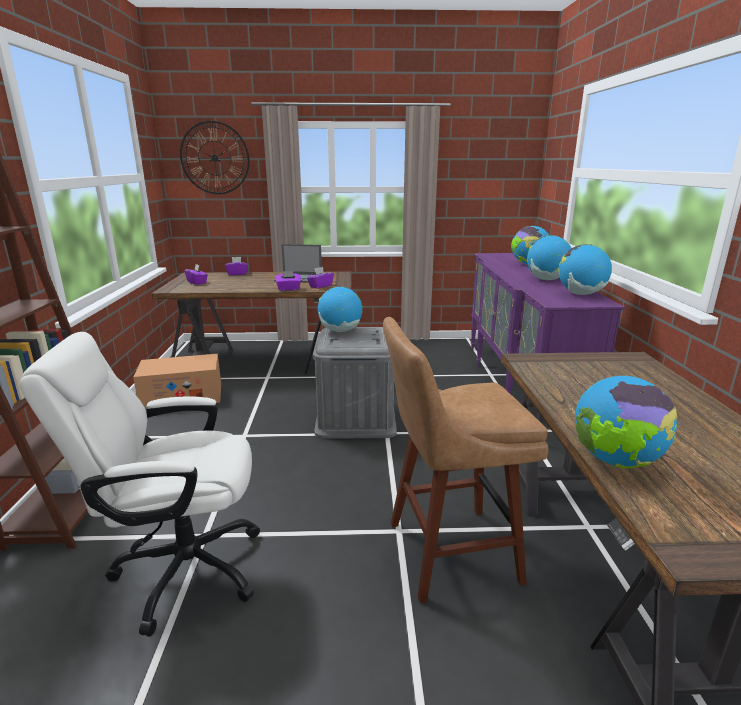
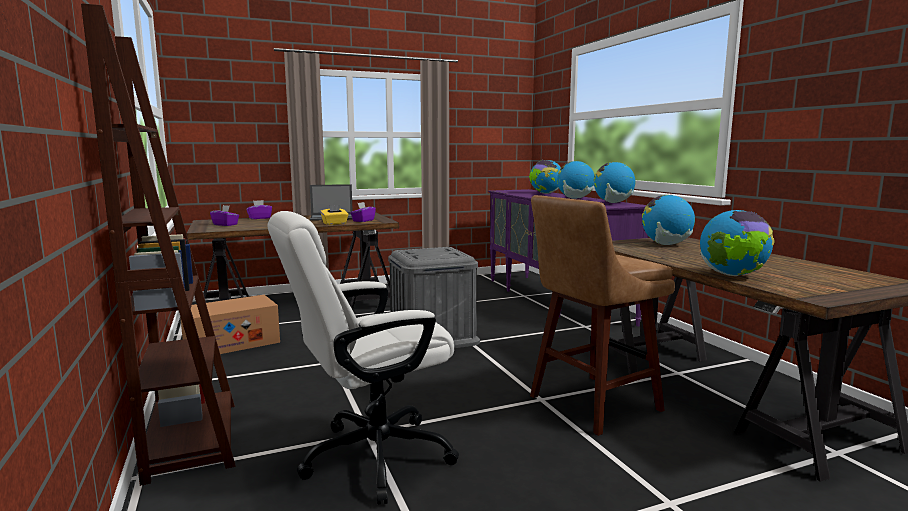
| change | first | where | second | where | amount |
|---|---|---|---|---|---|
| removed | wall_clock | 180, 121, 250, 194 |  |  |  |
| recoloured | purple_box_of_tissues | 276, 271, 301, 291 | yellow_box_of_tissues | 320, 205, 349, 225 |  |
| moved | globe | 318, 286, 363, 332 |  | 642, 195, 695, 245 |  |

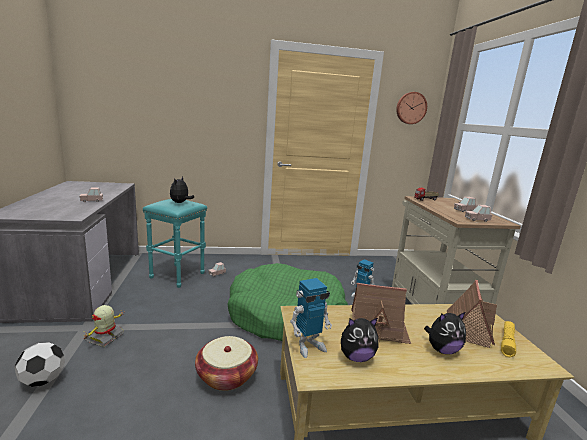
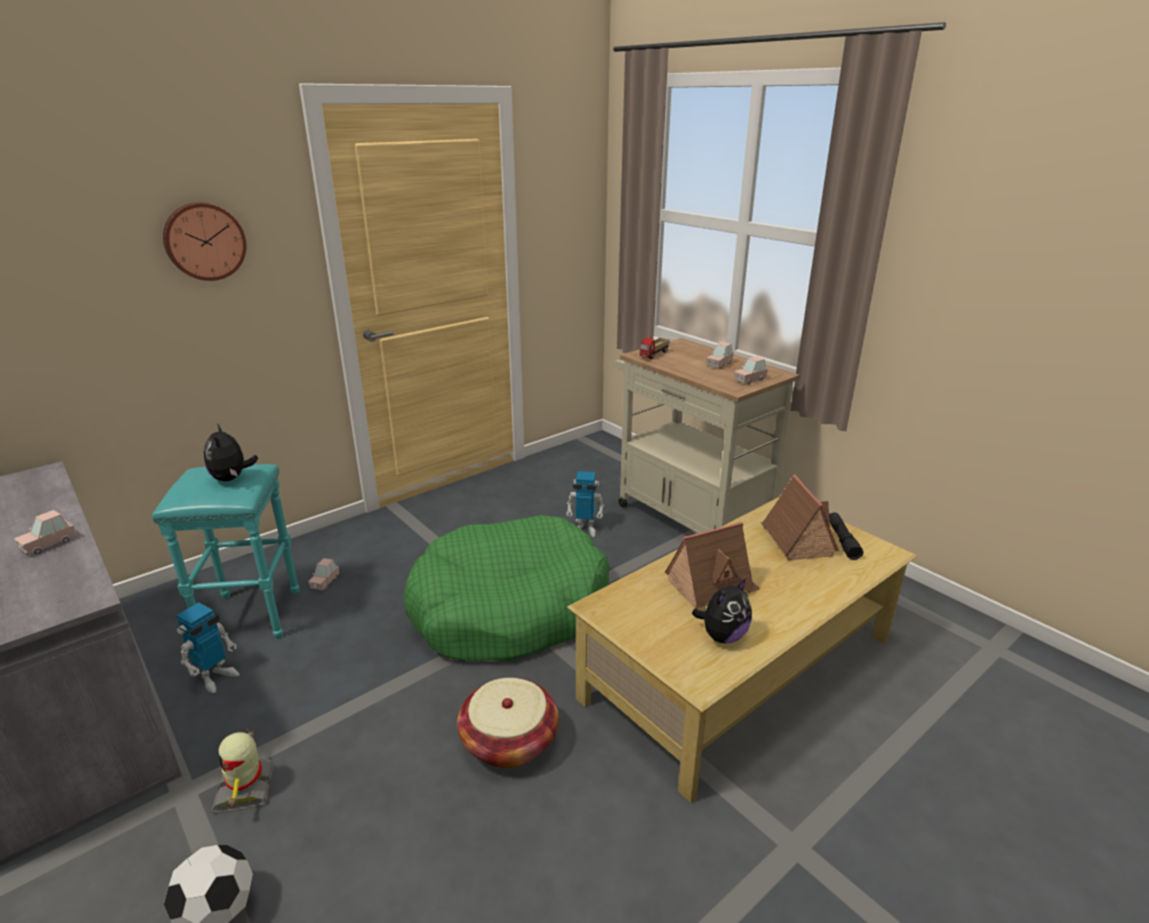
| change | first | where | second | where | amount |
|---|---|---|---|---|---|
| moved | toy_robot | 290, 278, 332, 358 |  | 176, 602, 240, 693 |  |
| moved | wall_clock | 396, 92, 427, 124 |  | 163, 202, 246, 281 |  |
| removed | soft_toy | 424, 312, 466, 354 |  |  |  |
| recoloured | yellow_hand_torch | 501, 321, 516, 357 | blackish_hand_torch | 829, 512, 863, 560 |  |

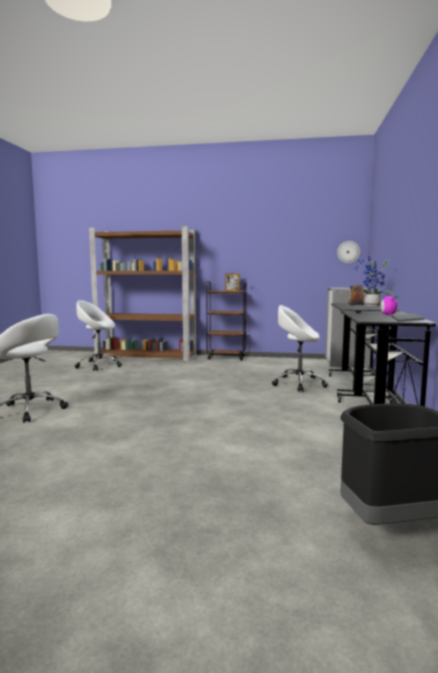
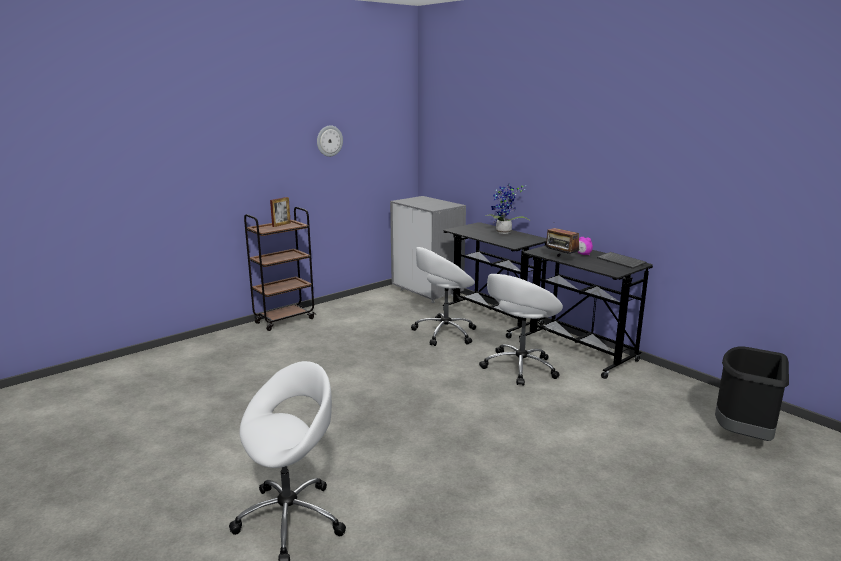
| change | first | where | second | where | amount |
|---|---|---|---|---|---|
| moved | white_office_chair | 75, 300, 122, 371 |  | 479, 274, 563, 386 |  |
| removed | brownish_shelving_unit | 89, 226, 196, 361 |  |  |  |
| moved | wall_clock | 337, 241, 360, 264 |  | 317, 125, 343, 157 |  |

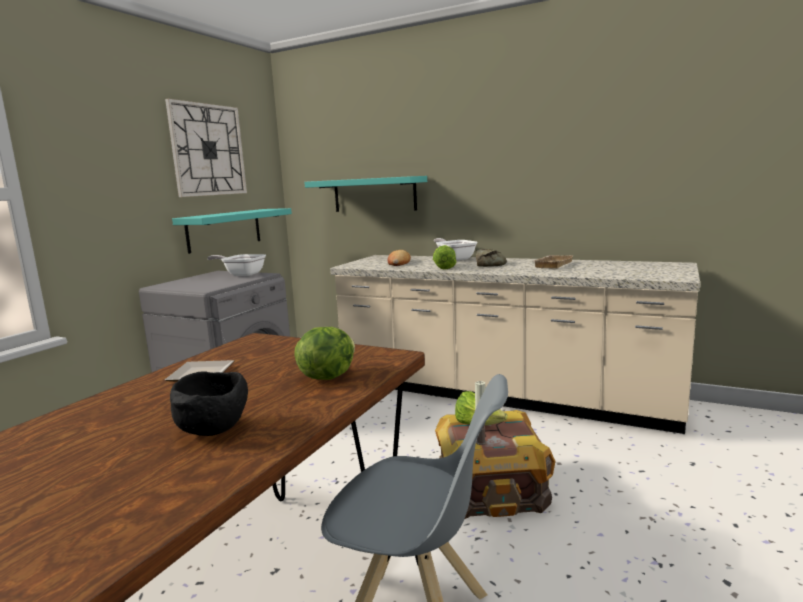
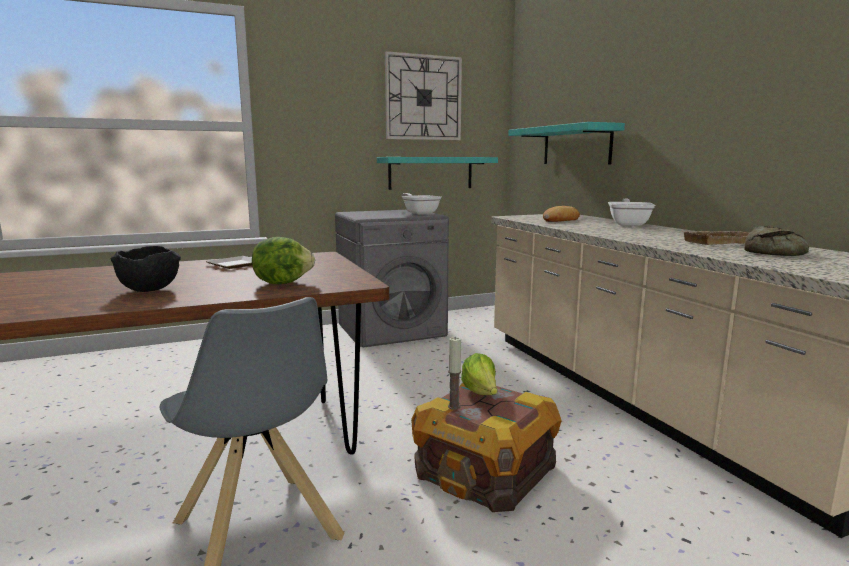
| change | first | where | second | where | amount |
|---|---|---|---|---|---|
| removed | lettuce | 433, 245, 456, 270 |  |  |  |
| moved | bread | 476, 249, 507, 267 |  | 745, 226, 809, 256 |  |

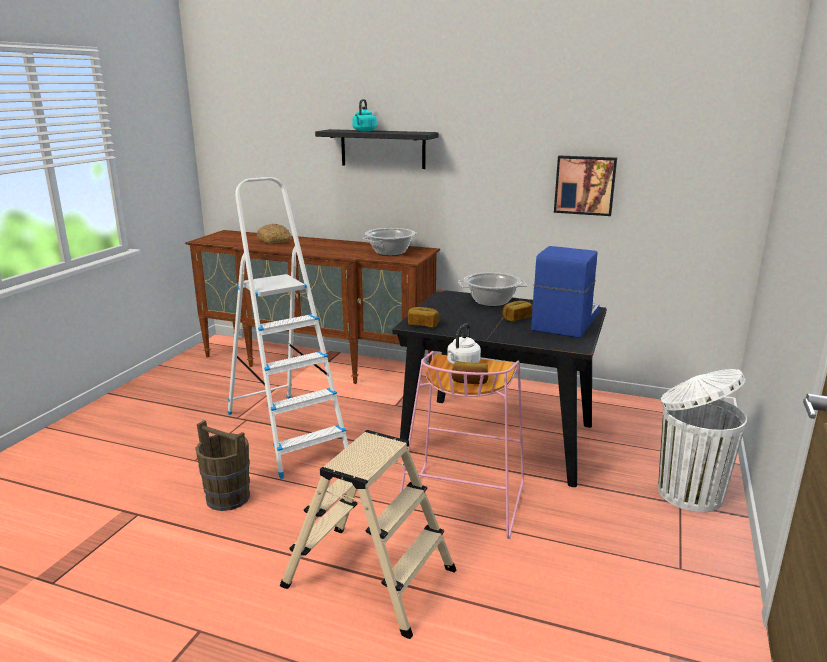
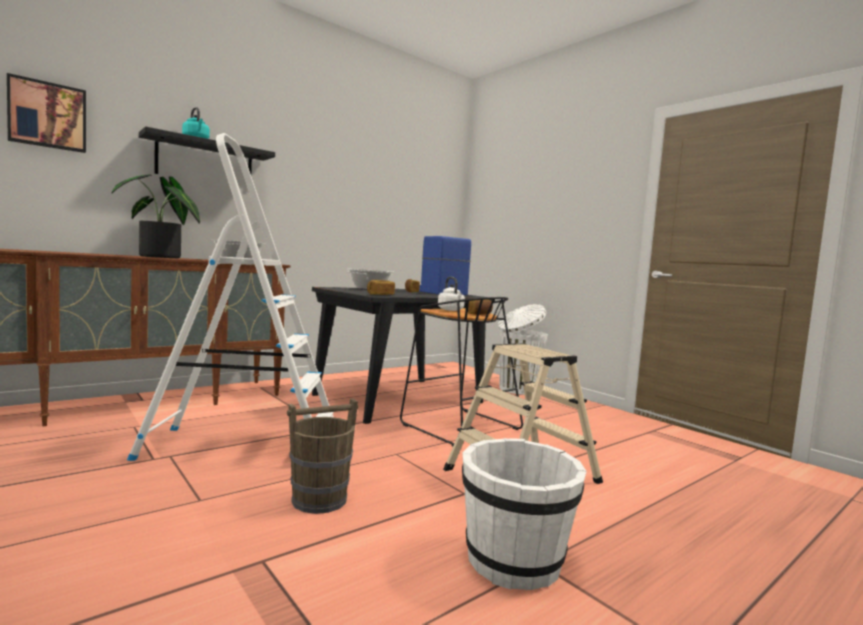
| change | first | where | second | where | amount |
|---|---|---|---|---|---|
| removed | bread | 257, 224, 292, 244 |  |  |  |
| recoloured | pink_stool | 400, 351, 524, 539 | blackish_stool | 400, 297, 523, 447 |  |
| moved | wall_art | 554, 155, 617, 216 |  | 7, 73, 86, 153 |  |
| added |  |  | plant_in_a_pot | 111, 174, 200, 258 |  |
| added |  |  | white_bucket | 462, 438, 587, 590 |  |

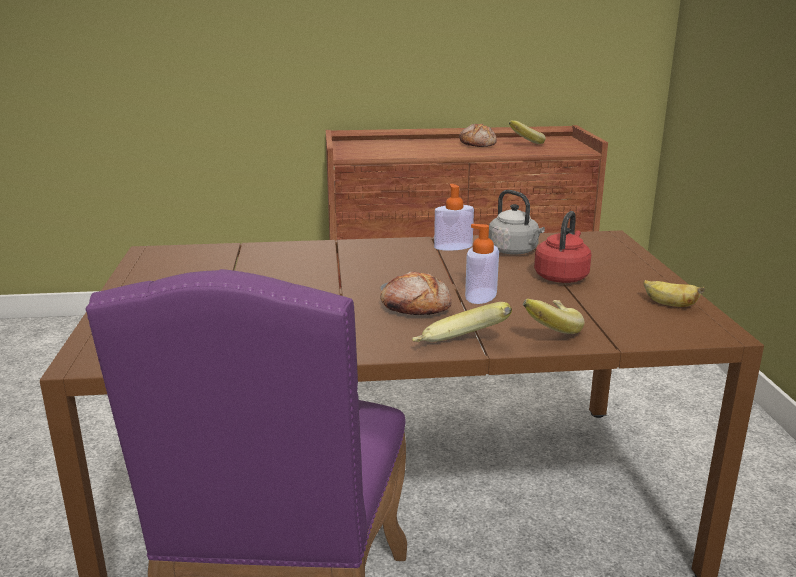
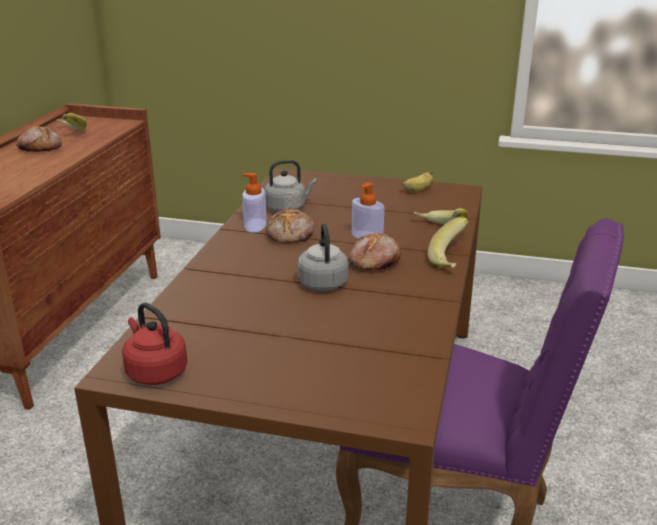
| change | first | where | second | where | amount |
|---|---|---|---|---|---|
| moved | reddish_tea_kettle | 534, 211, 592, 283 |  | 122, 303, 187, 385 |  |
| added |  |  | bread | 266, 208, 315, 243 |  |
| added |  |  | greyish_tea_kettle | 298, 223, 348, 291 |  |

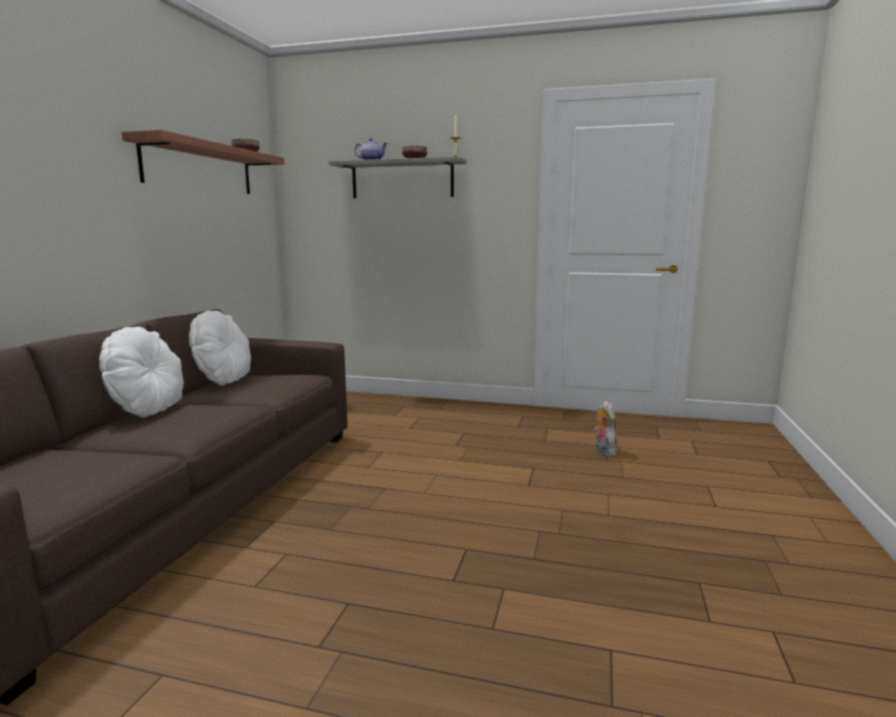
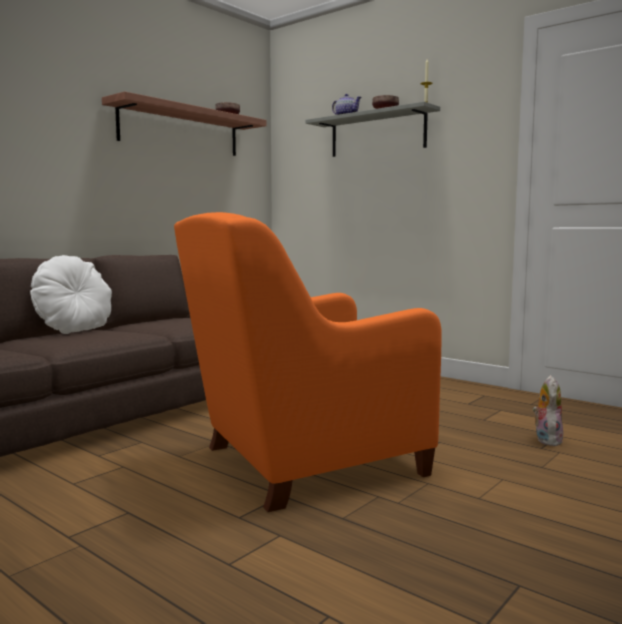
| change | first | where | second | where | amount |
|---|---|---|---|---|---|
| removed | white_throw_pillow | 189, 311, 251, 386 |  |  |  |
| added |  |  | orange-coloured_easy_chair | 174, 212, 442, 512 |  |

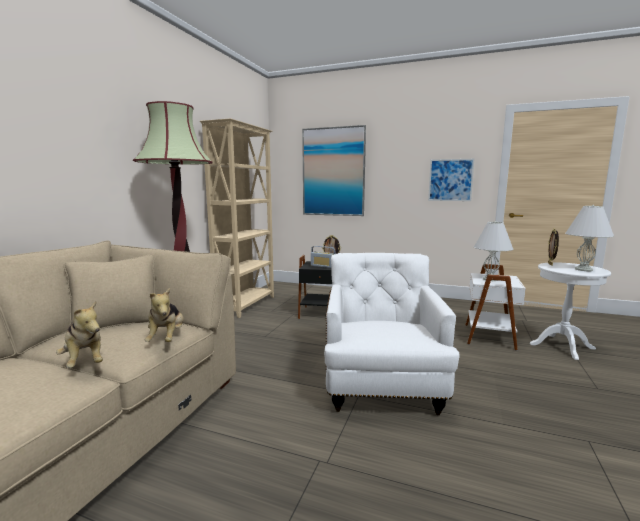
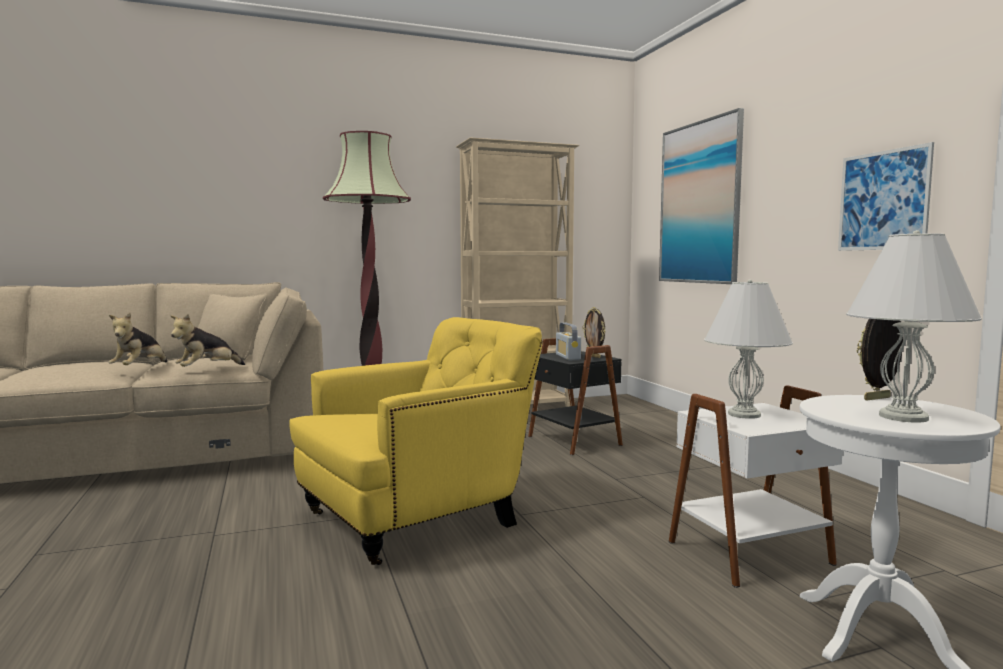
| change | first | where | second | where | amount |
|---|---|---|---|---|---|
| recoloured | white_easy_chair | 324, 253, 459, 415 | yellow_easy_chair | 289, 317, 543, 565 |  |

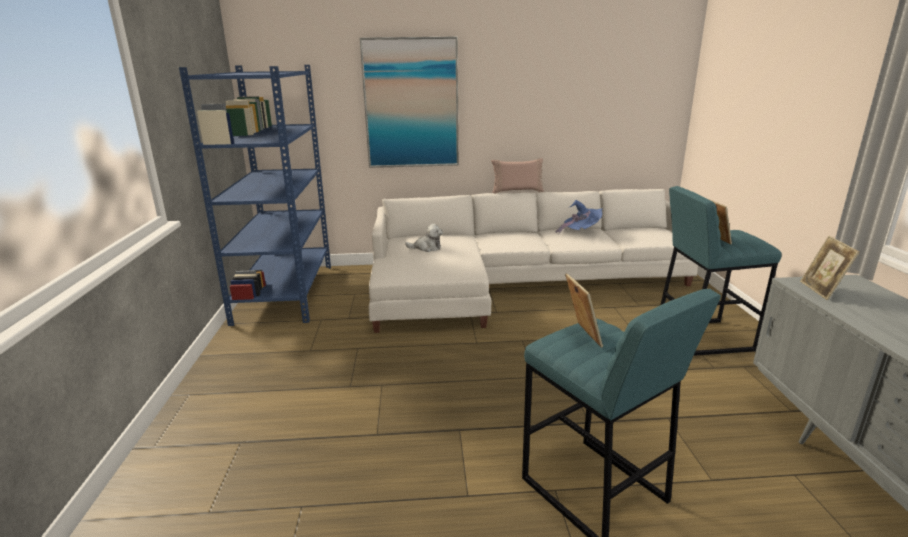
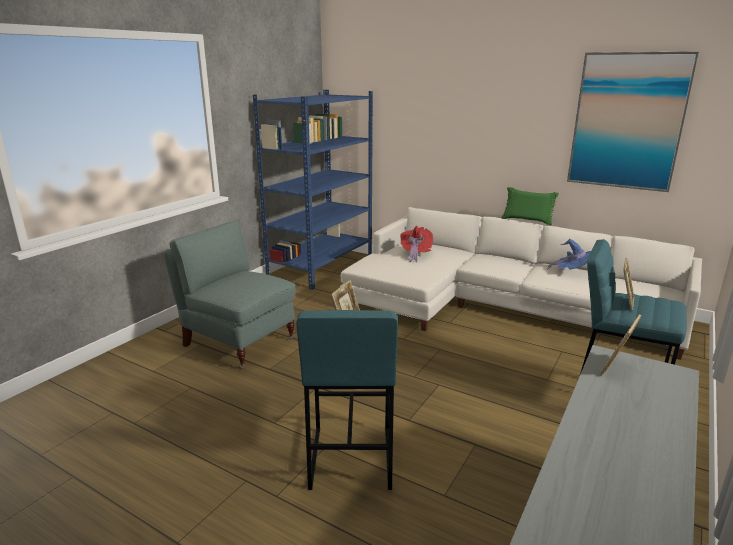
| change | first | where | second | where | amount |
|---|---|---|---|---|---|
| moved | wall_art | 360, 37, 459, 168 |  | 567, 51, 699, 192 |  |
| replaced | soft_toy | 405, 224, 443, 252 | reddish_wearable_hat | 400, 226, 433, 262 |  |
| recoloured | beige-coloured_throw_pillow | 491, 158, 544, 194 | greenish_throw_pillow | 502, 187, 559, 225 |  |
| added |  |  | greyish_easy_chair | 163, 221, 296, 369 |  |

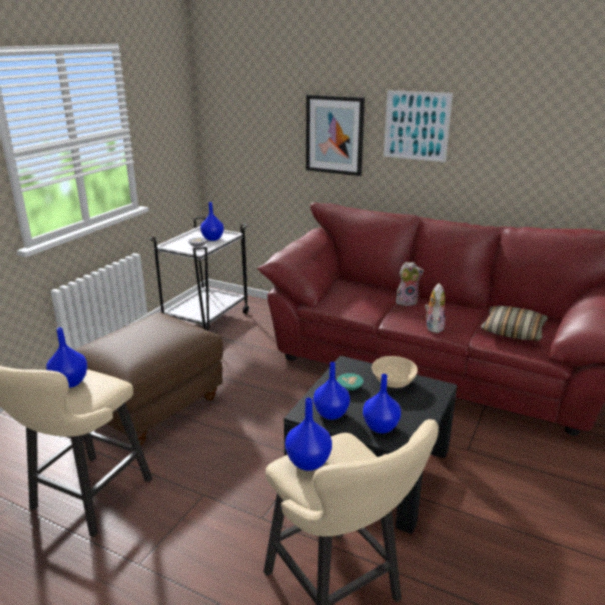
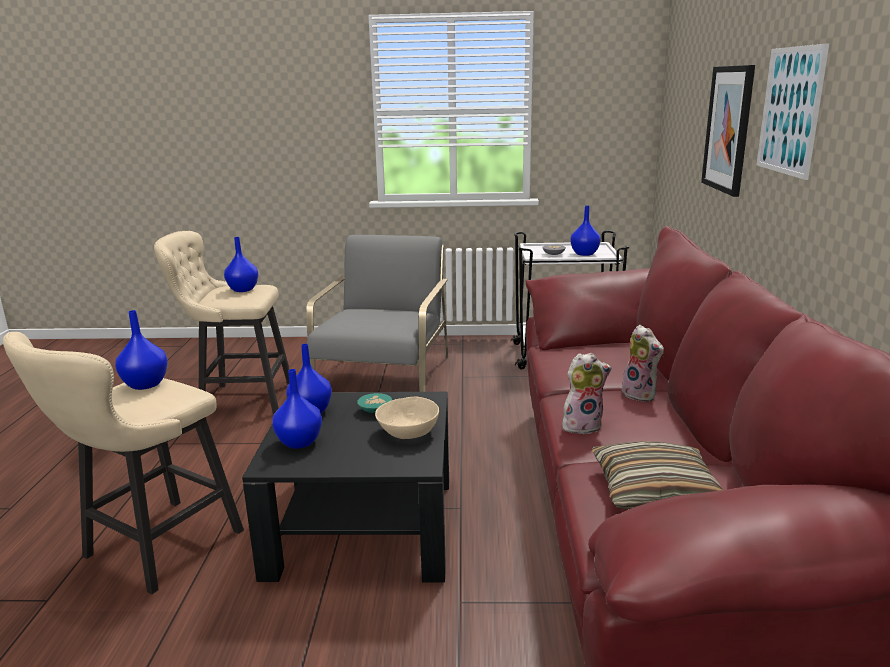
| change | first | where | second | where | amount |
|---|---|---|---|---|---|
| replaced | brownish_ottoman | 75, 312, 223, 445 | greyish_easy_chair | 306, 235, 449, 392 |  |

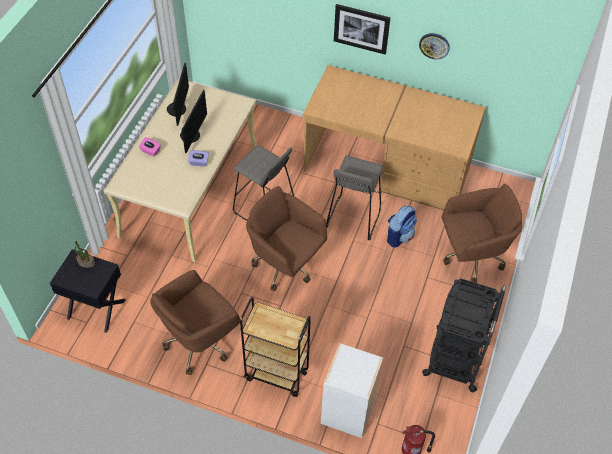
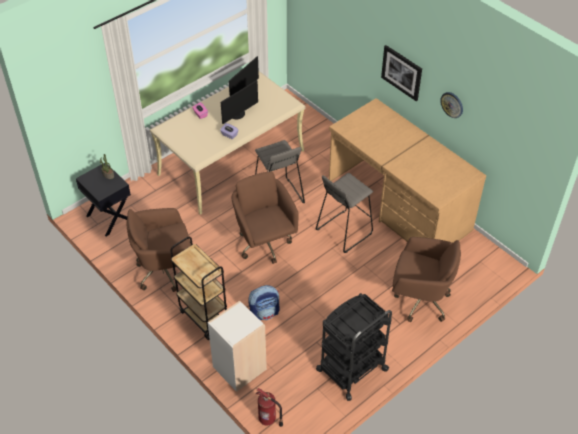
| change | first | where | second | where | amount |
|---|---|---|---|---|---|
| moved | rucksack | 387, 206, 417, 247 |  | 248, 285, 280, 320 |  |

